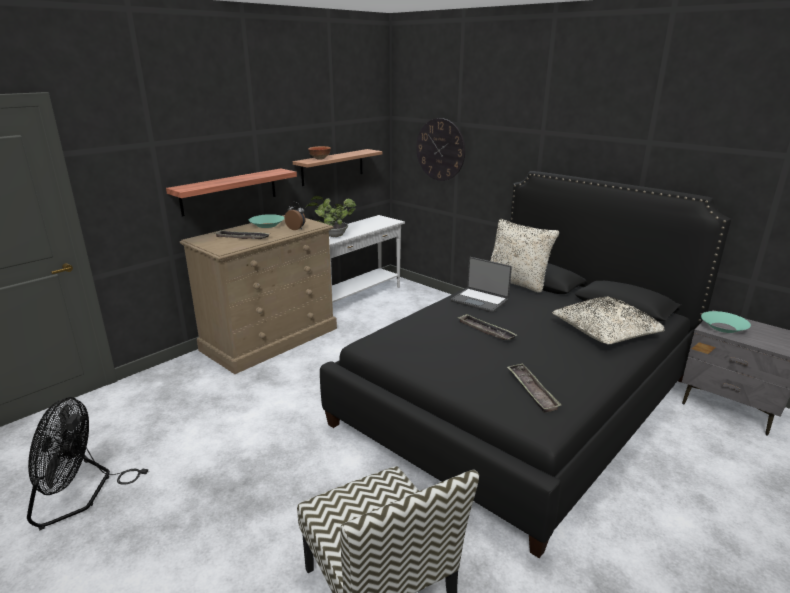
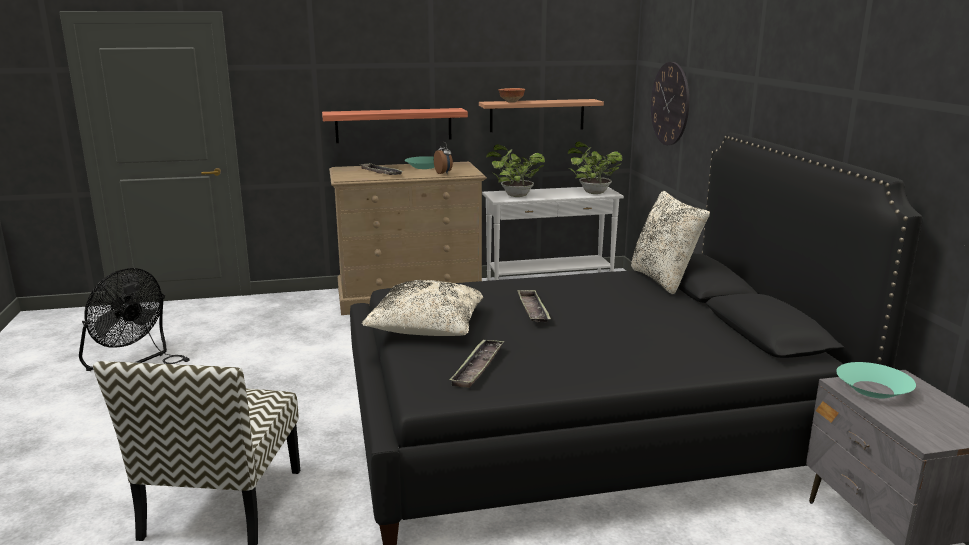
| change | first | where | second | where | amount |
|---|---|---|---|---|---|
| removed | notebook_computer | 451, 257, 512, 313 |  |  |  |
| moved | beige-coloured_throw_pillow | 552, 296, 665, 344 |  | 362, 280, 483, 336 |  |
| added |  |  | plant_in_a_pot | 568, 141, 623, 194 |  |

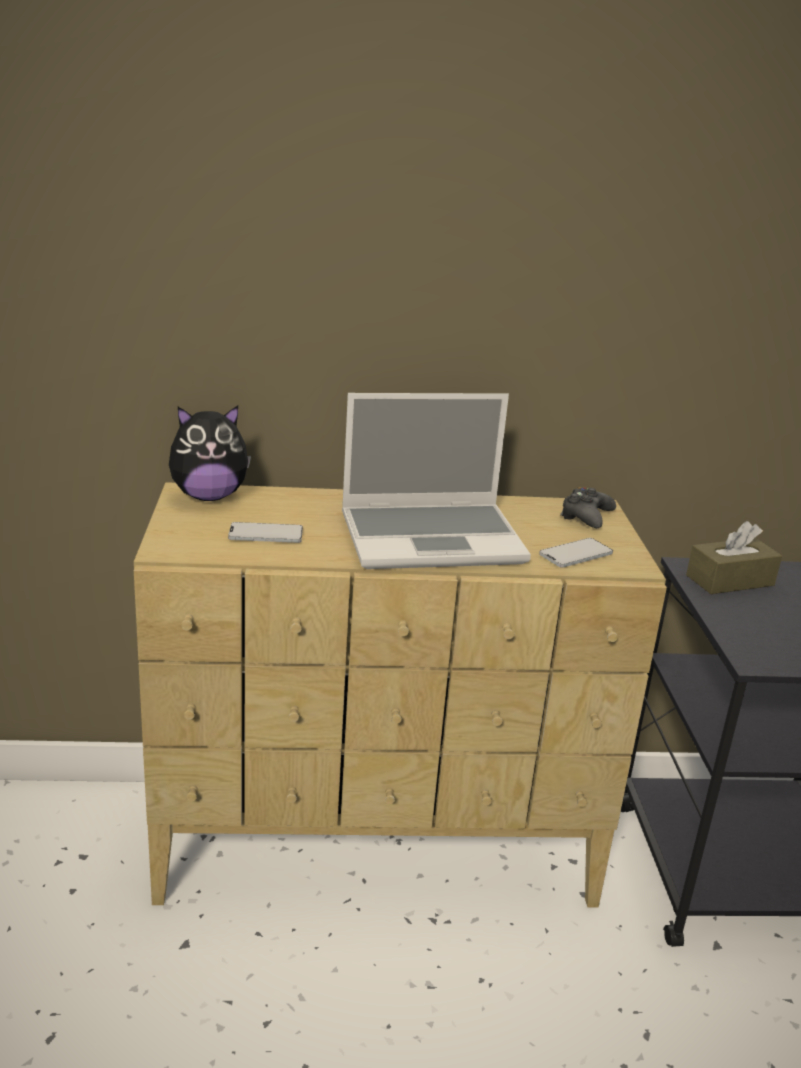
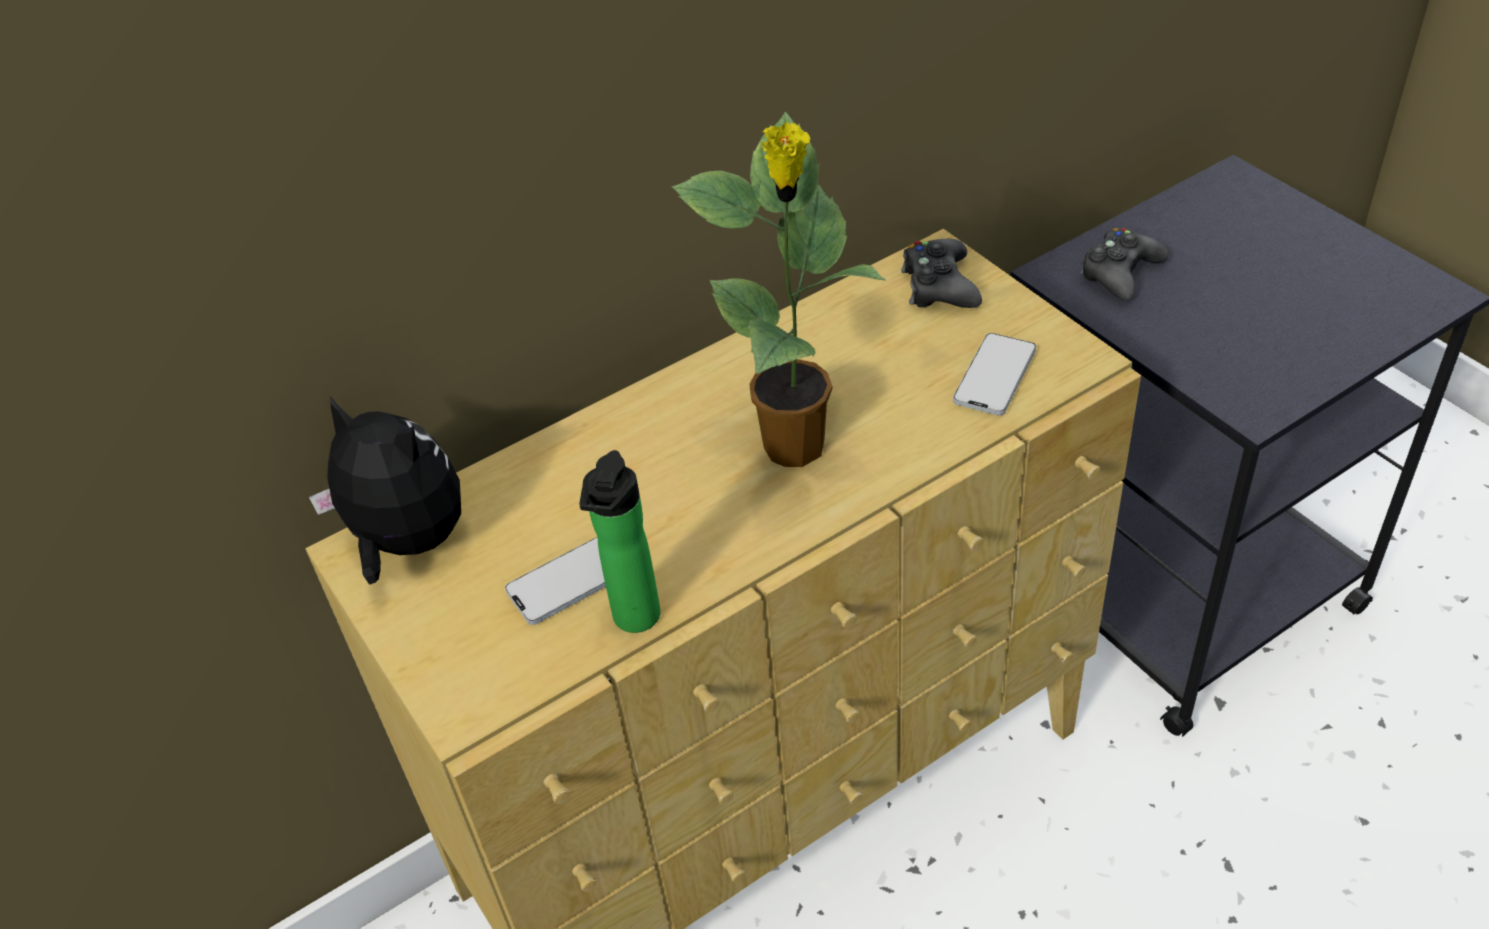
| change | first | where | second | where | amount |
|---|---|---|---|---|---|
| turned | soft_toy | 169, 405, 251, 501 |  | 309, 396, 461, 585 | 105 degrees counterclockwise |
| replaced | notebook_computer | 342, 393, 531, 569 | plant_in_a_pot | 671, 111, 886, 467 |  |
| replaced | brownish_box_of_tissues | 686, 521, 782, 594 | blackish_game_controller | 1080, 228, 1168, 300 |  |
| added |  |  | bottle | 580, 450, 661, 633 |  |

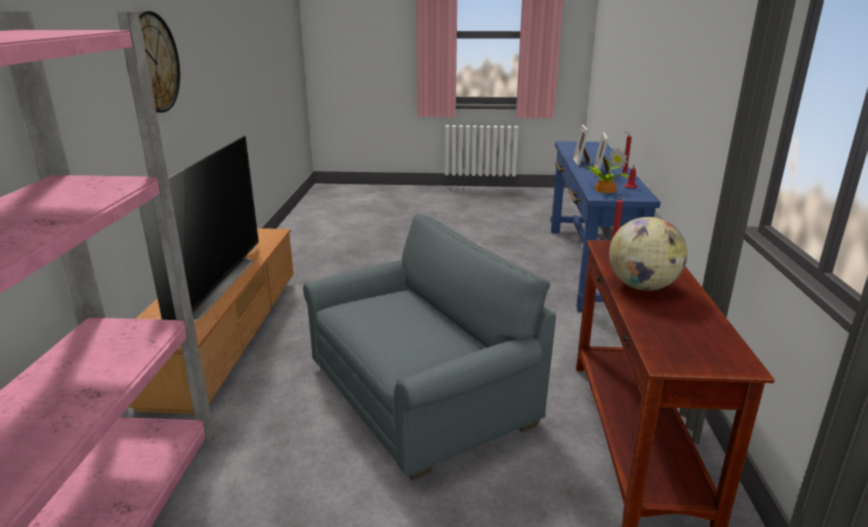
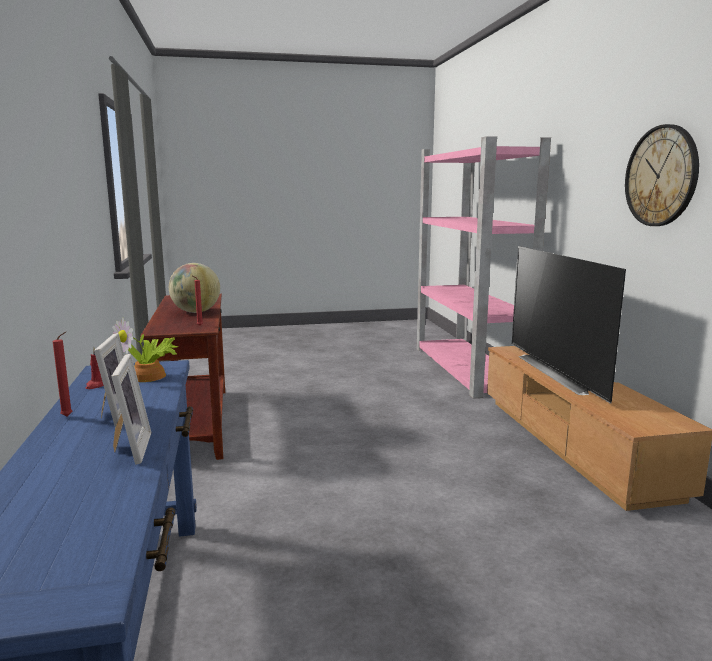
| change | first | where | second | where | amount |
|---|---|---|---|---|---|
| removed | greyish_easy_chair | 303, 214, 556, 480 |  |  |  |

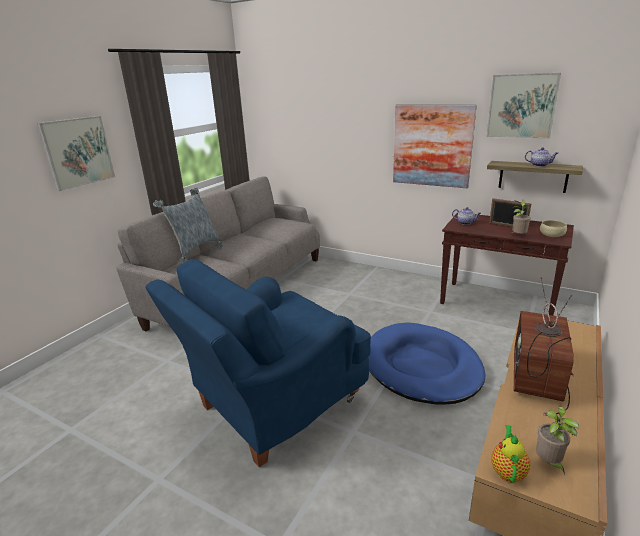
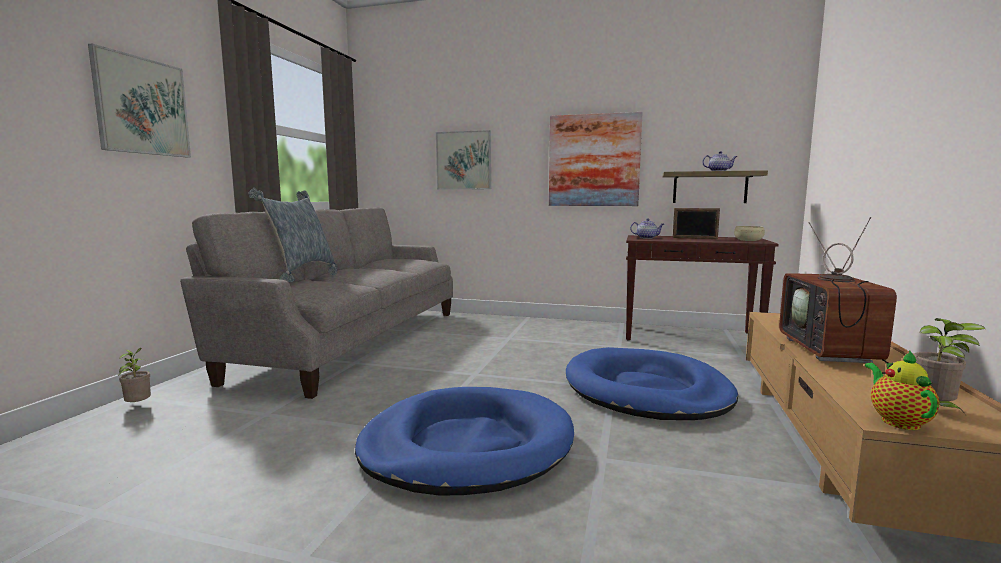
| change | first | where | second | where | amount |
|---|---|---|---|---|---|
| replaced | bluish_easy_chair | 145, 259, 371, 467 | bluish_dog_bed | 355, 387, 574, 496 |  |
| moved | wall_art | 486, 73, 561, 139 |  | 436, 130, 491, 190 |  |
| moved | plant_in_a_pot | 512, 200, 531, 234 |  | 118, 348, 151, 402 |  |

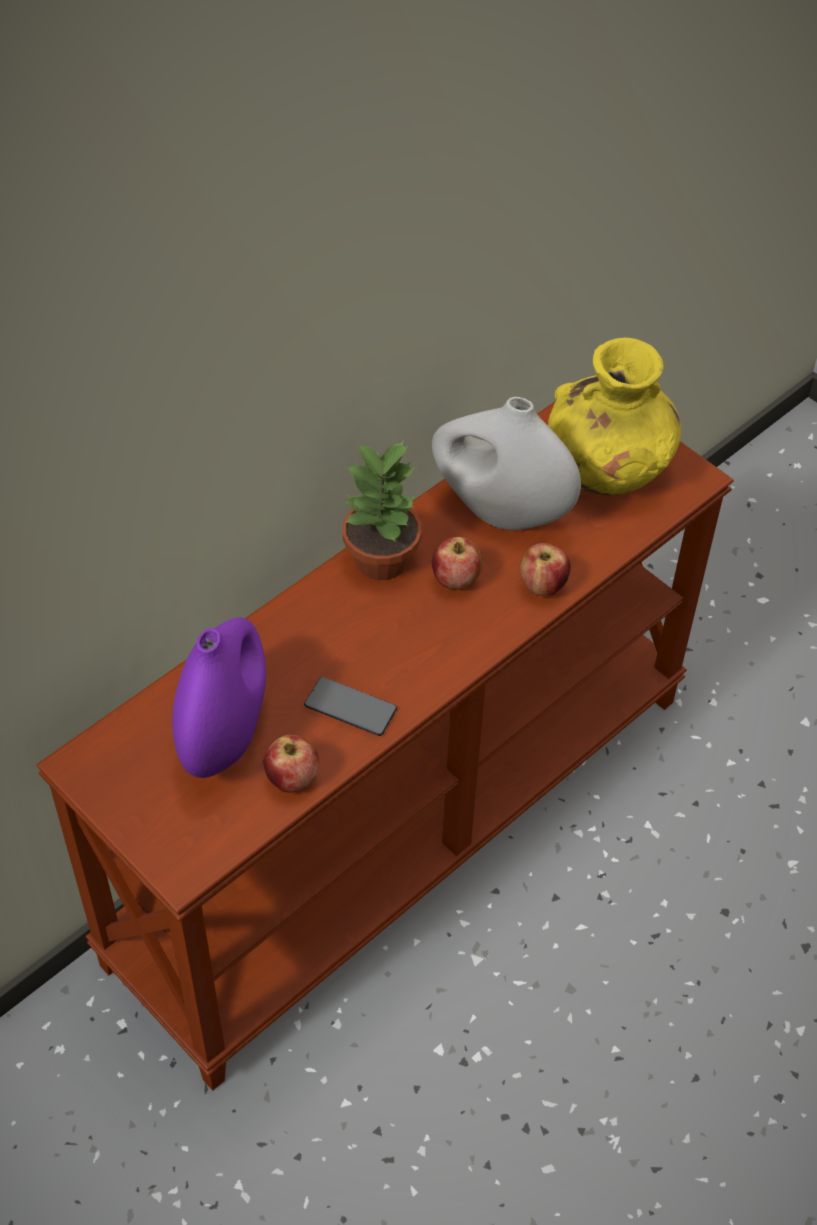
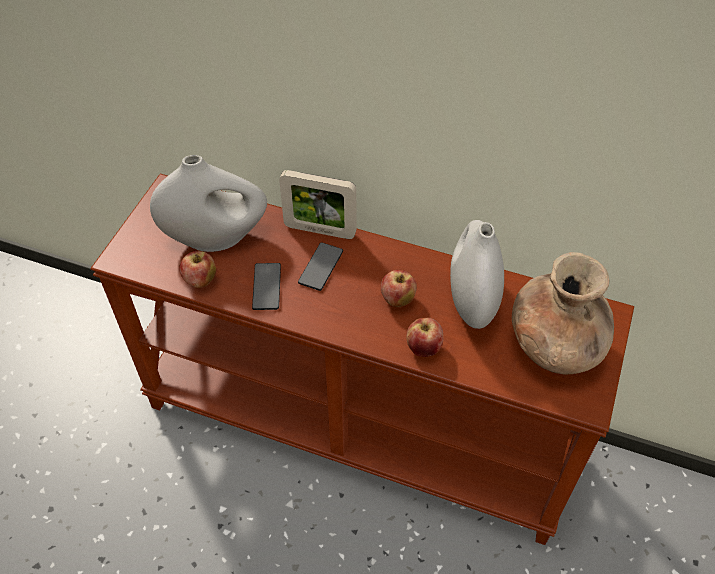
| change | first | where | second | where | amount |
|---|---|---|---|---|---|
| recoloured | purple_decorative_vase | 172, 617, 266, 778 | white_decorative_vase | 150, 155, 267, 252 |  |
| removed | plant_in_a_pot | 342, 440, 422, 580 |  |  |  |
| recoloured | yellow_decorative_vase | 548, 337, 681, 495 | brownish_decorative_vase | 512, 252, 614, 374 |  |
| added |  |  | photo_frame | 279, 170, 356, 239 |  |
| added |  |  | telephone | 298, 242, 343, 291 |  |

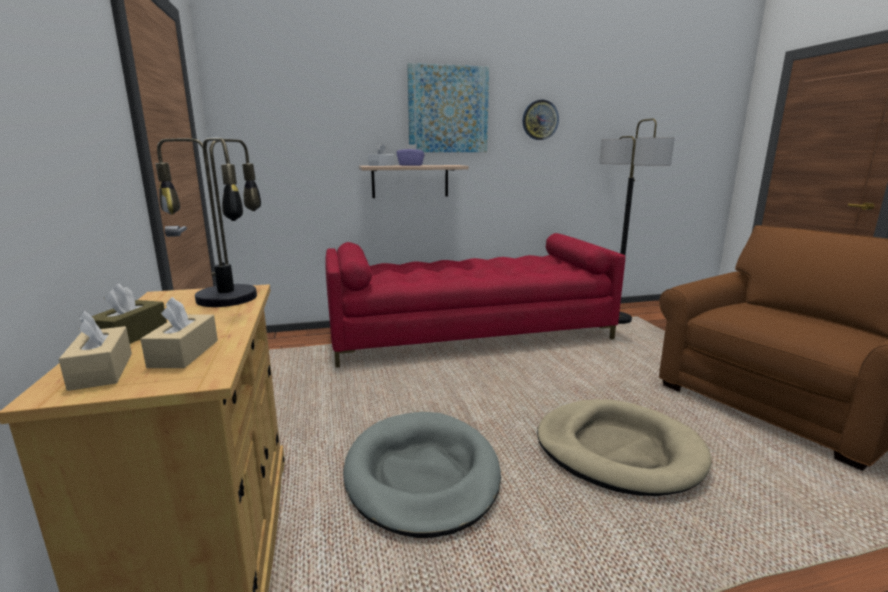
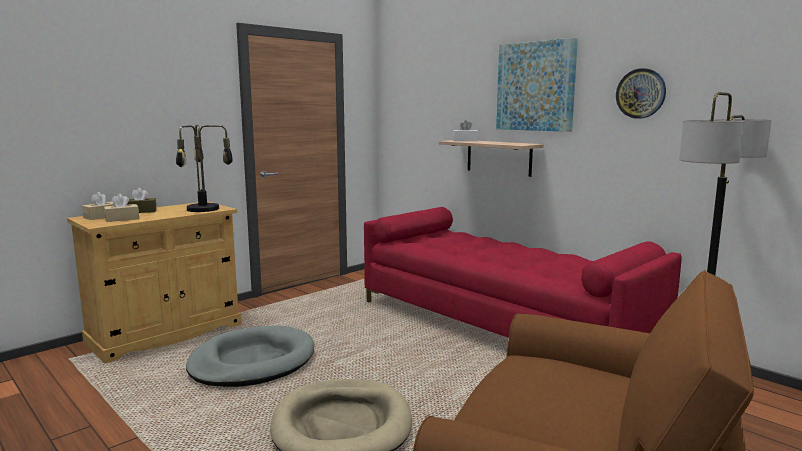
| change | first | where | second | where | amount |
|---|---|---|---|---|---|
| removed | purple_box_of_tissues | 396, 144, 425, 166 |  |  |  |

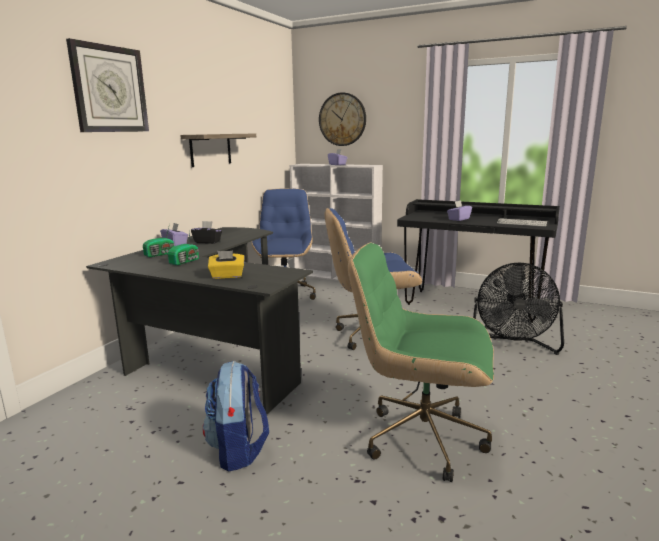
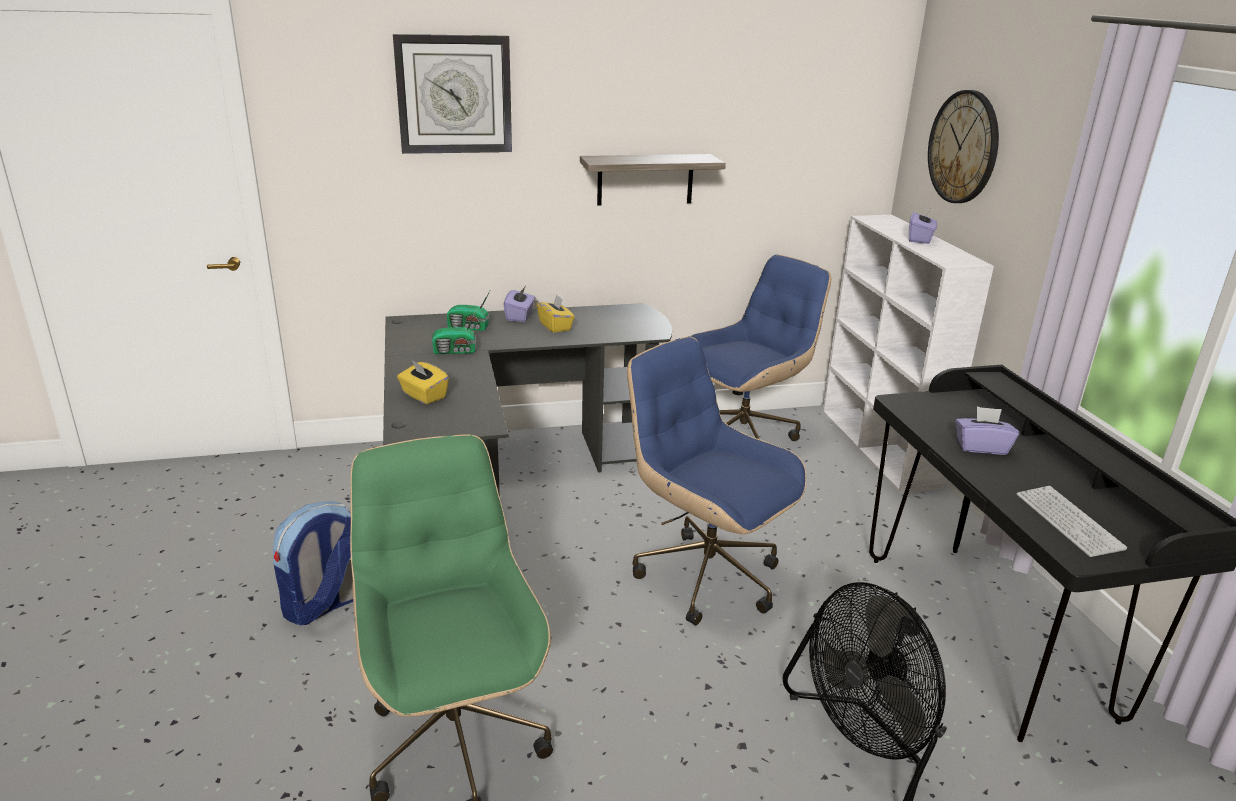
| change | first | where | second | where | amount |
|---|---|---|---|---|---|
| recoloured | blackish_box_of_tissues | 191, 221, 222, 244 | yellow_box_of_tissues | 537, 295, 575, 333 |  |

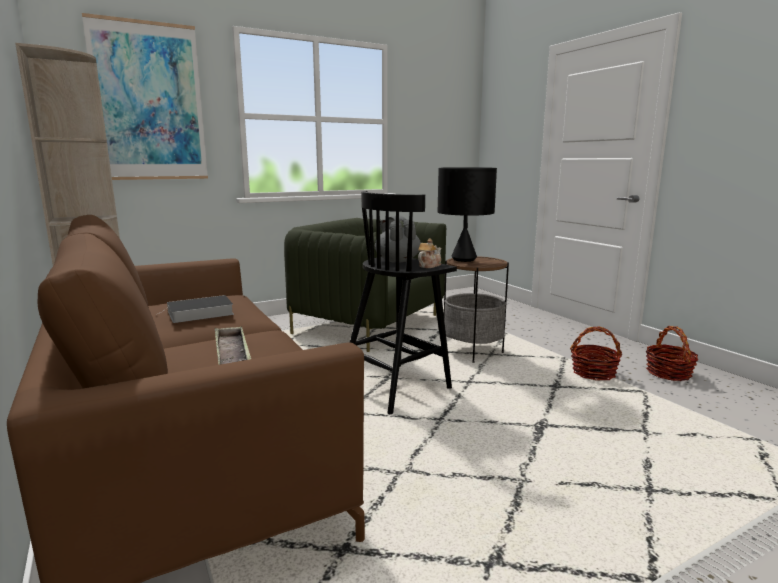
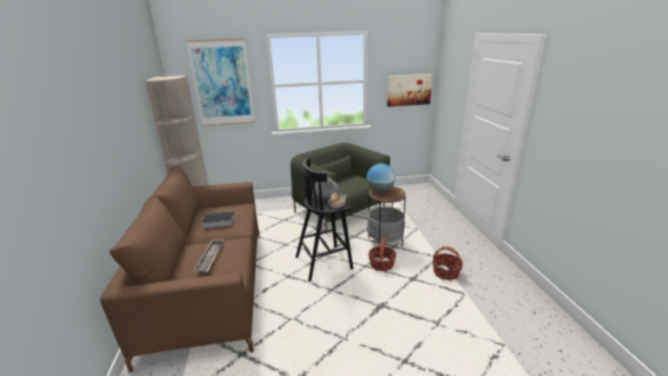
| change | first | where | second | where | amount |
|---|---|---|---|---|---|
| replaced | blackish_tabletop_lamp | 438, 167, 497, 262 | globe | 367, 163, 395, 192 |  |
| moved | basket | 646, 326, 698, 381 |  | 368, 238, 396, 271 |  |
| added |  |  | wall_art | 387, 74, 432, 107 |  |

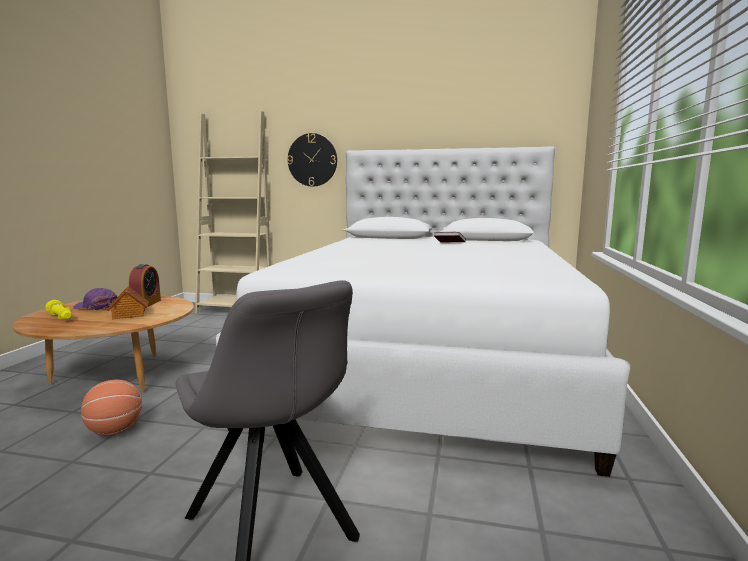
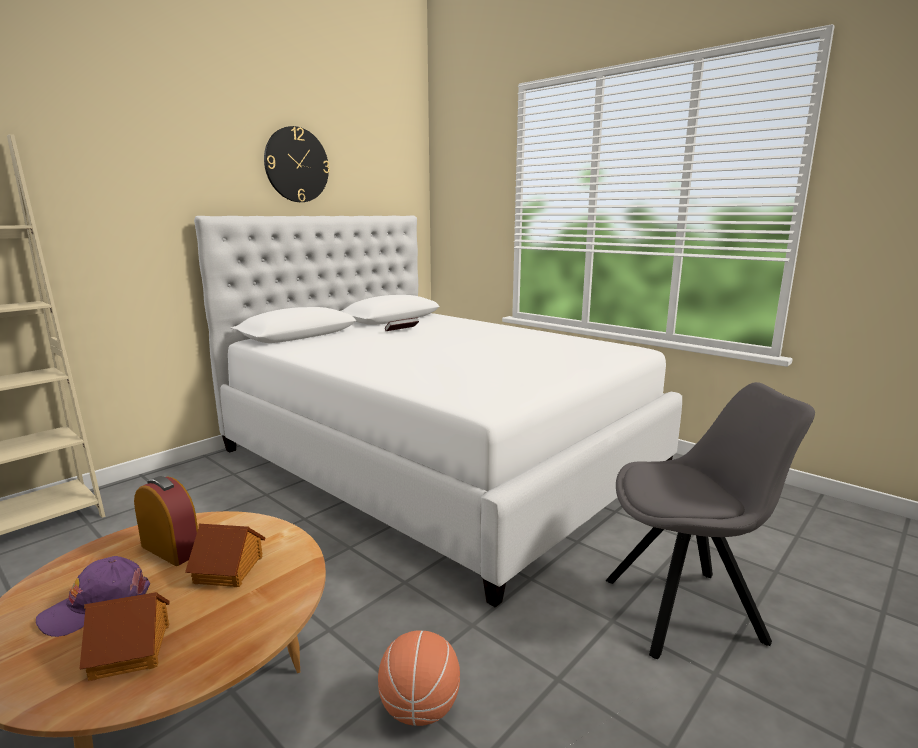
| change | first | where | second | where | amount |
|---|---|---|---|---|---|
| replaced | yellow_hand_torch | 46, 300, 72, 320 | model_house | 80, 592, 170, 681 |  |
| moved | wall_clock | 287, 133, 337, 187 |  | 264, 126, 330, 202 |  |

